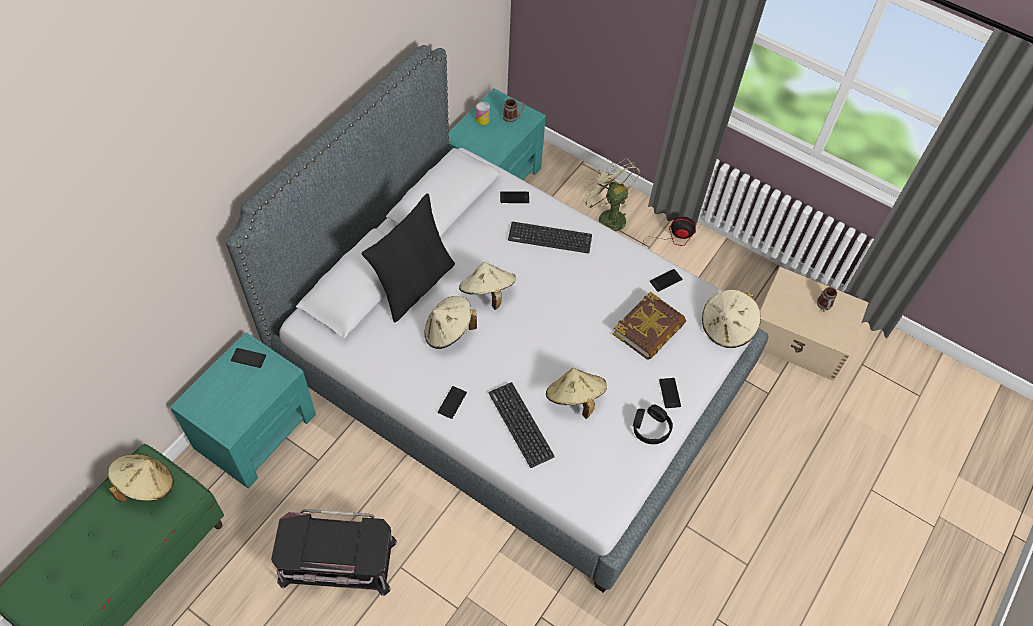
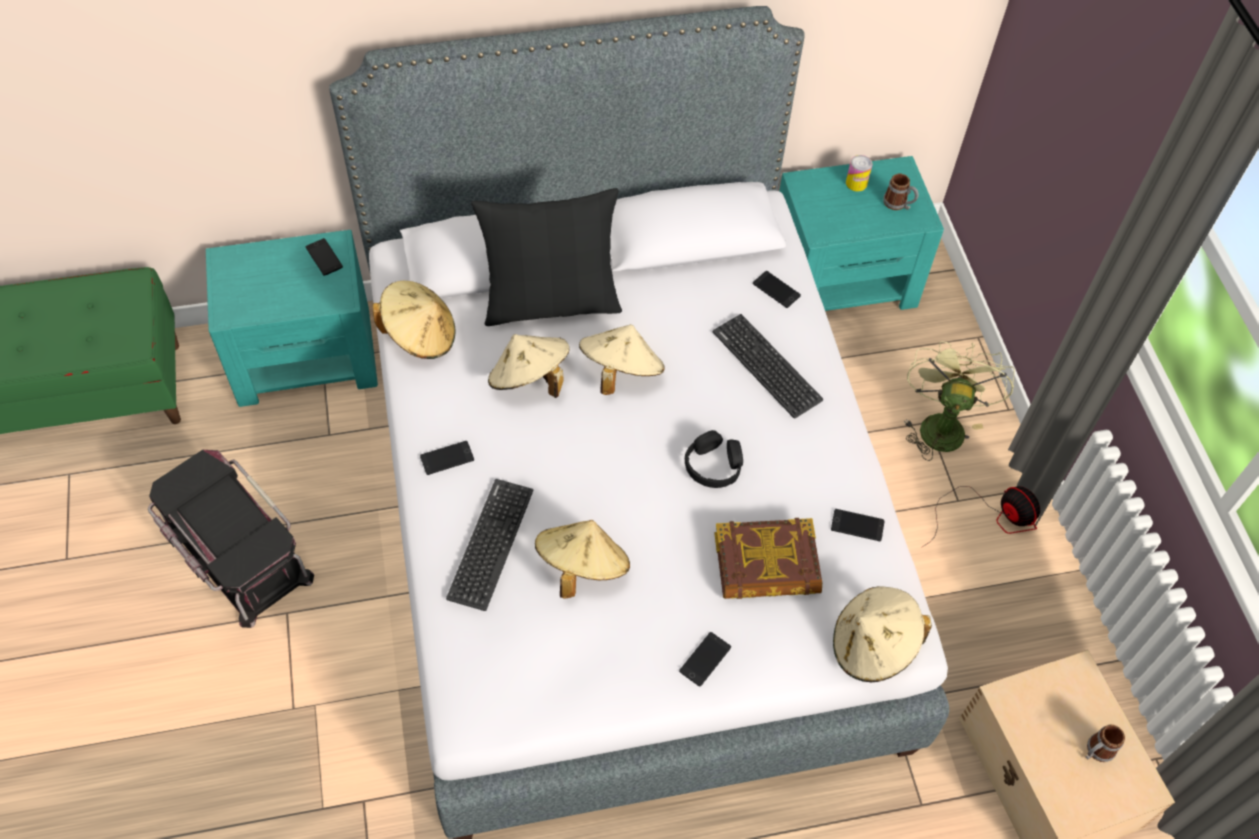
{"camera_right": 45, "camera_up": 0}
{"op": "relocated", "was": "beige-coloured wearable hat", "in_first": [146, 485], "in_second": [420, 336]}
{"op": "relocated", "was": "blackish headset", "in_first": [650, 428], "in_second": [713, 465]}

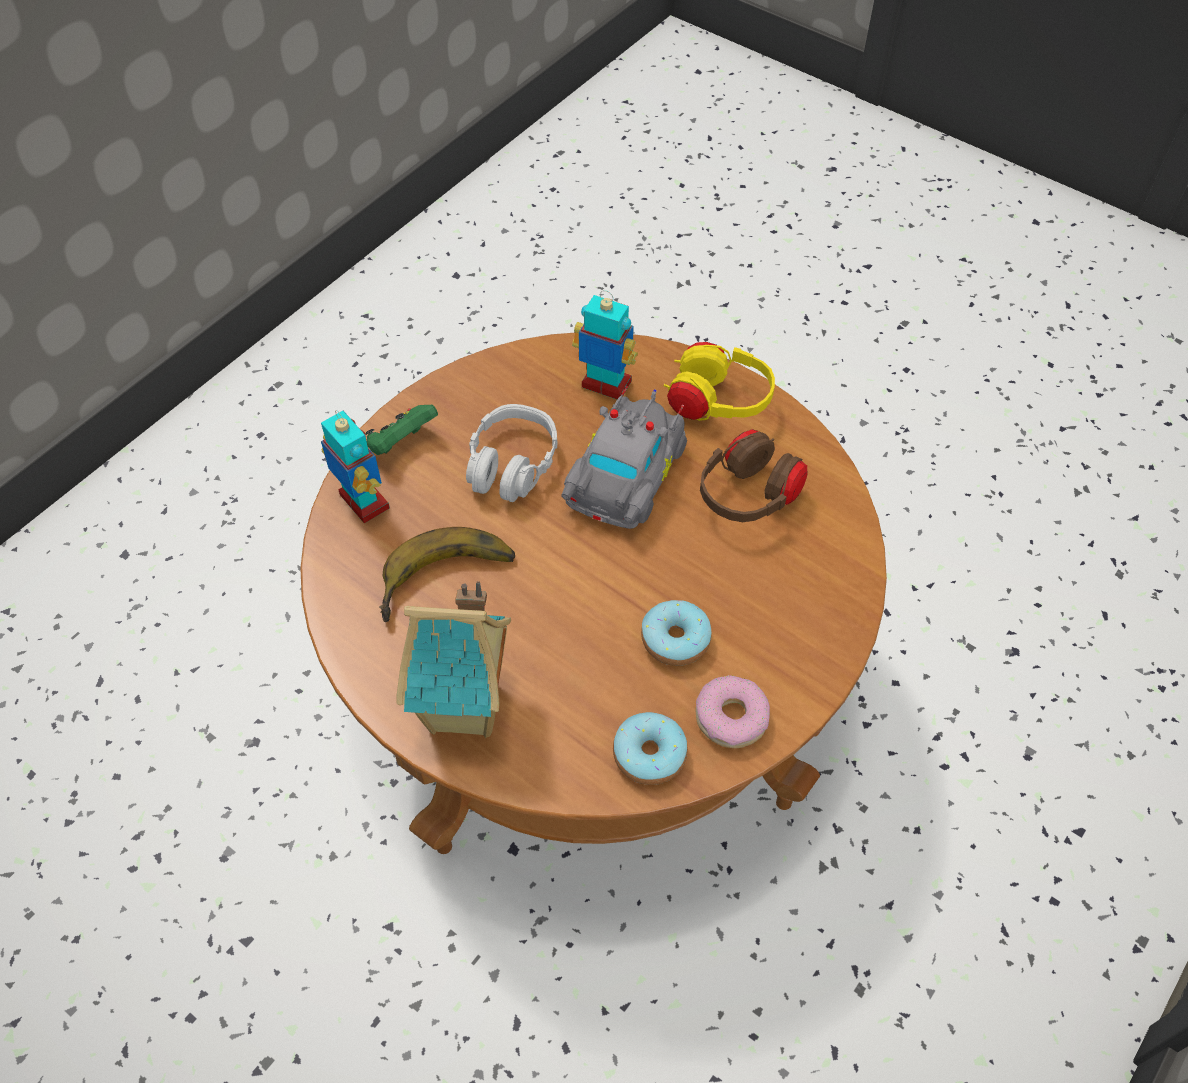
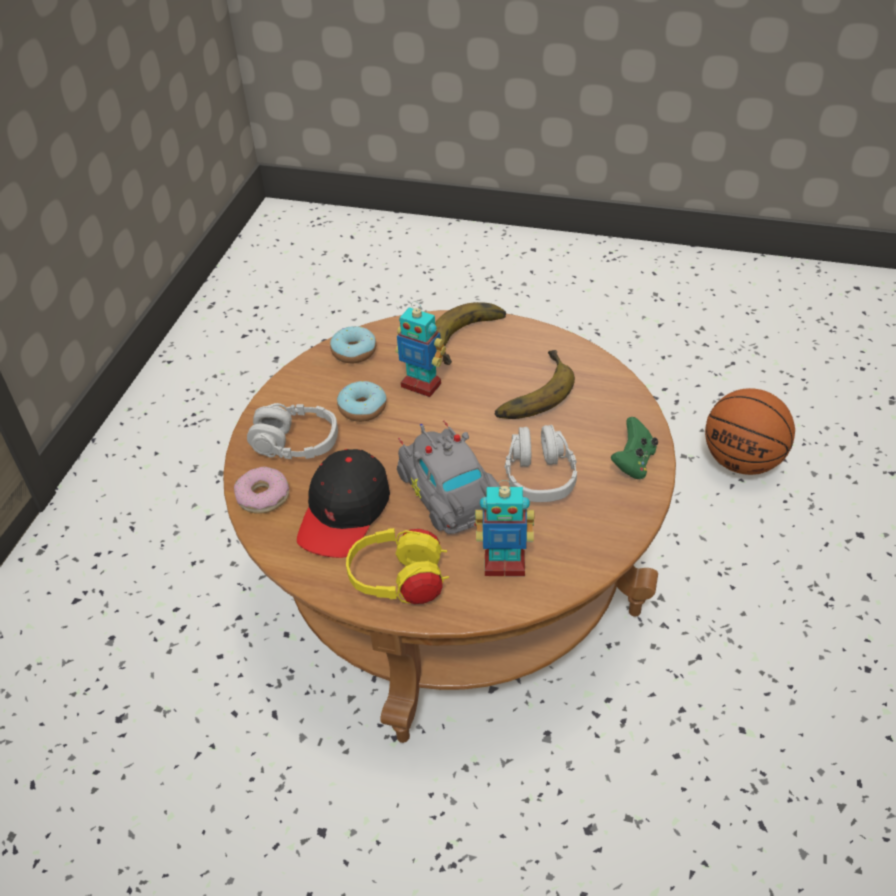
{"camera_right": 160, "camera_up": -10}
{"op": "relocated", "was": "toy robot", "in_first": [363, 502], "in_second": [421, 385]}
{"op": "exchanged", "was": "miniature house", "now": "whole banana", "in_first": [466, 709], "in_second": [472, 338]}
{"op": "spun", "was": "grey miniature car", "in_first": [622, 477], "in_second": [449, 495], "clockwise": 150}
{"op": "relocated", "was": "ring doughnut", "in_first": [731, 717], "in_second": [263, 496]}
{"op": "exchanged", "was": "brown headset", "now": "blackish peaked cap", "in_first": [748, 497], "in_second": [344, 513]}
{"op": "appeared", "now": "grey headset", "in_second": [295, 443]}
{"op": "appeared", "now": "basketball ball", "in_second": [742, 461]}

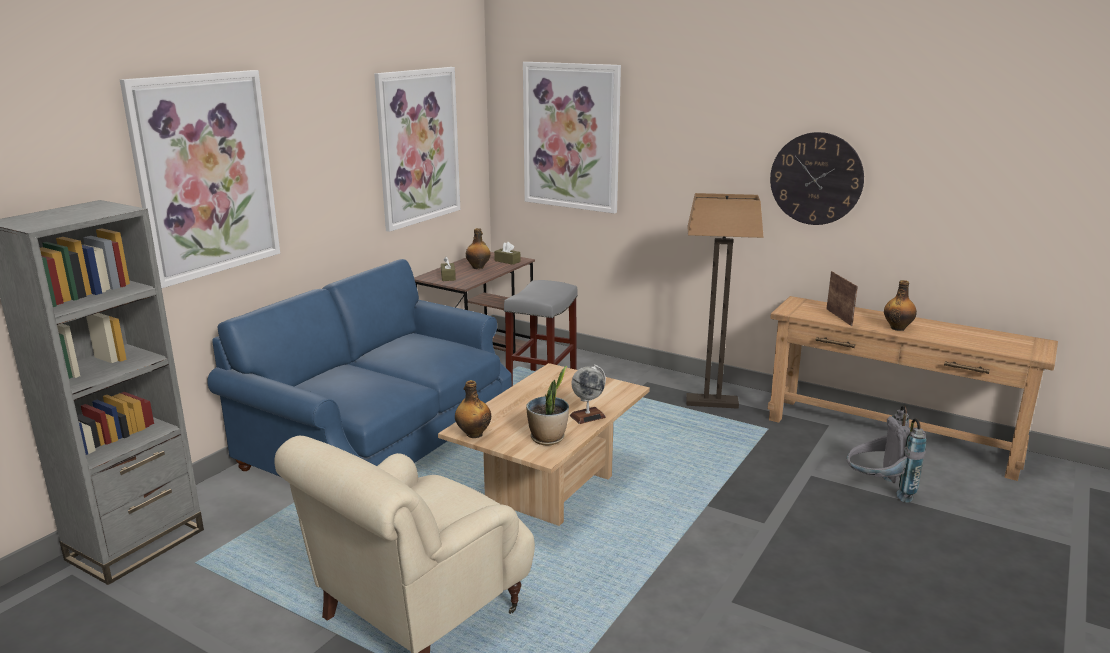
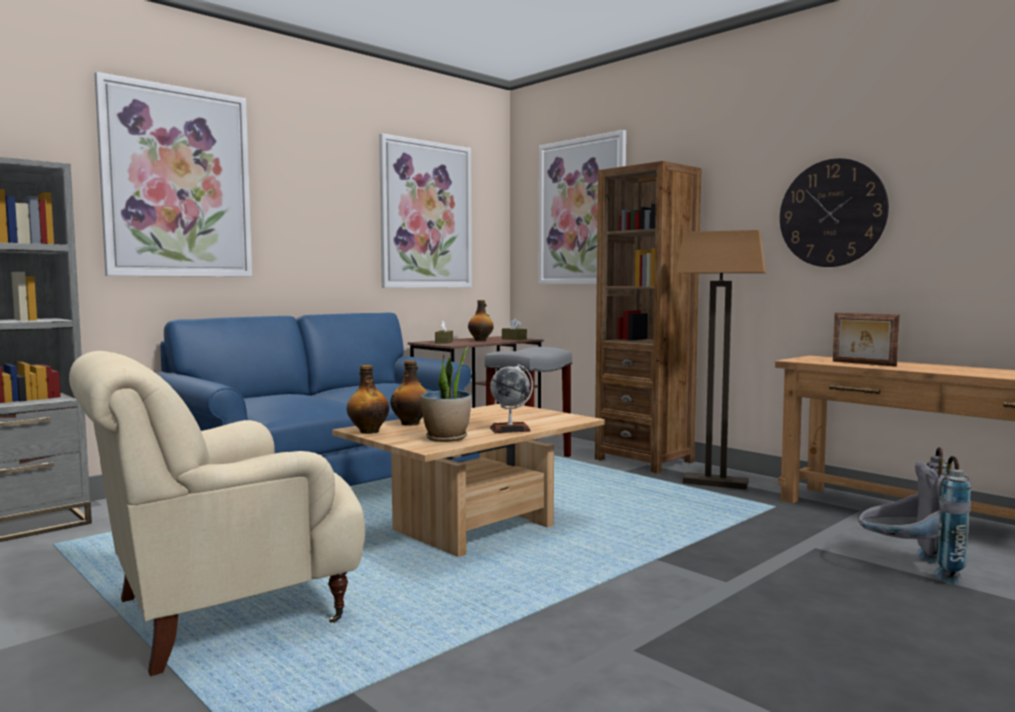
{"camera_right": 15, "camera_up": -15}
{"op": "spun", "was": "standing frame", "in_first": [839, 317], "in_second": [863, 363], "clockwise": 135}
{"op": "relocated", "was": "beverage bottle", "in_first": [897, 328], "in_second": [411, 423]}
{"op": "appeared", "now": "brown bookshelf", "in_second": [644, 460]}

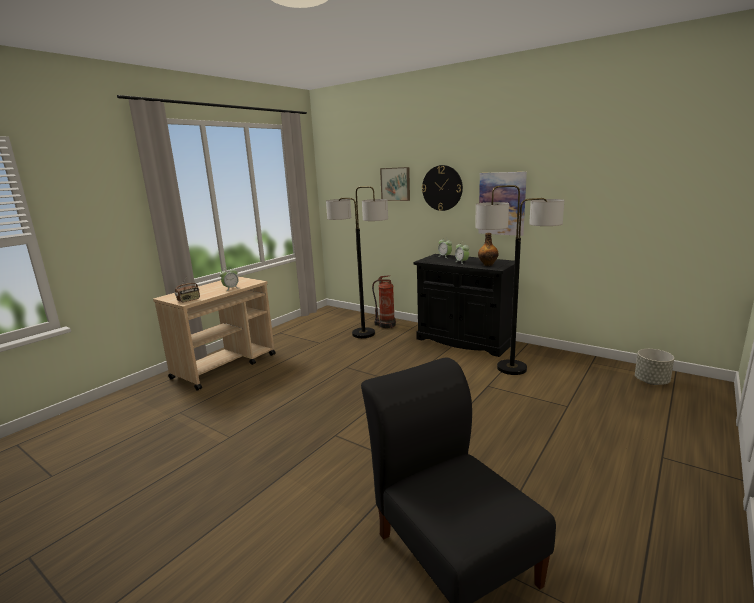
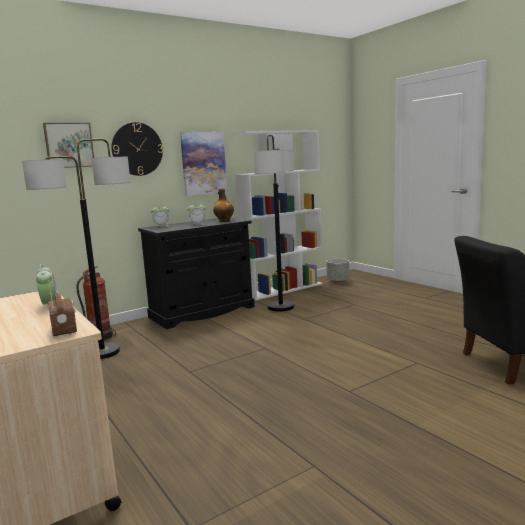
{"camera_right": -70, "camera_up": -5}
{"op": "appeared", "now": "whitish bookshelf", "in_second": [283, 289]}

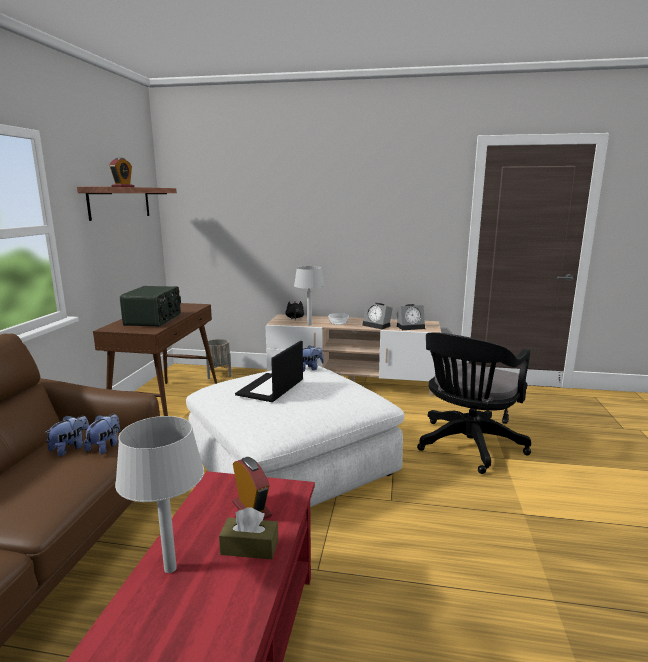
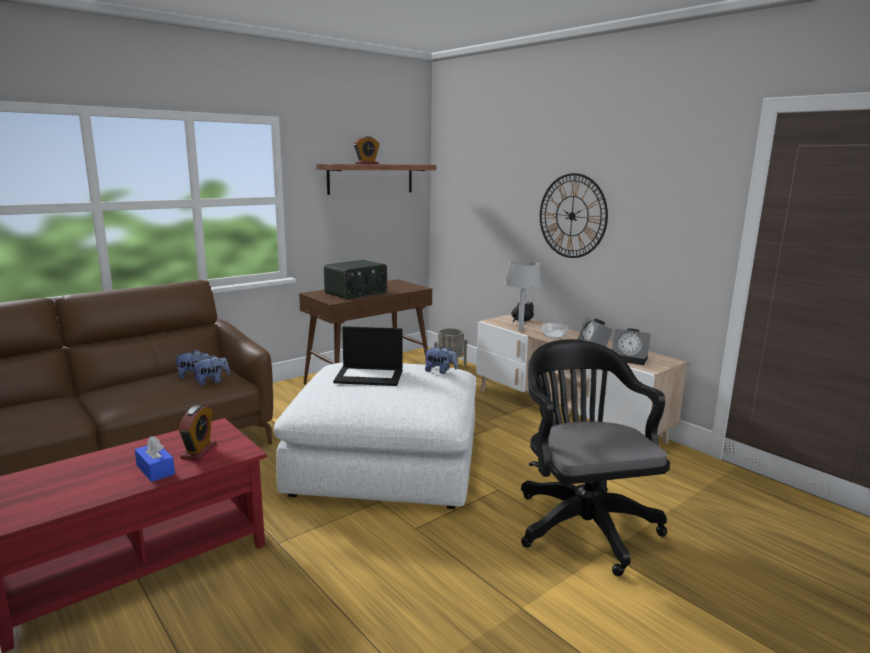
{"camera_right": 40, "camera_up": 0}
{"op": "missing", "was": "grey table lamp", "in_first": [169, 568]}
{"op": "colour", "was": "brown box of tissues", "now": "blue-coloured box of tissues", "in_first": [249, 547], "in_second": [155, 470]}
{"op": "spun", "was": "laptop", "in_first": [270, 388], "in_second": [370, 376], "clockwise": -150}
{"op": "spun", "was": "blackish desk chair", "in_first": [467, 447], "in_second": [581, 522], "clockwise": 90}
{"op": "appeared", "now": "clock on the wall", "in_second": [572, 216]}

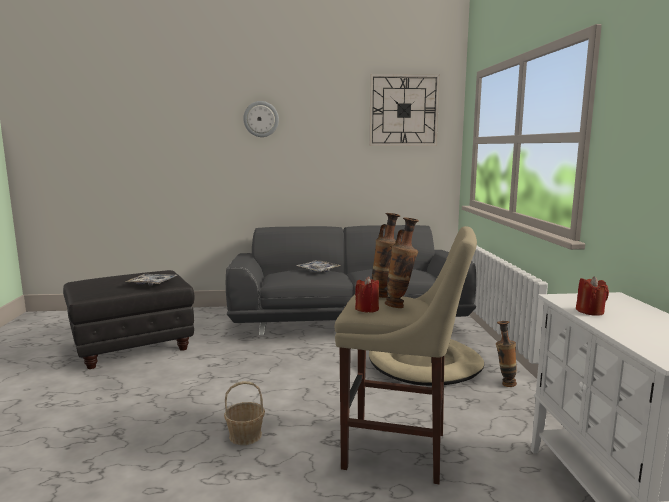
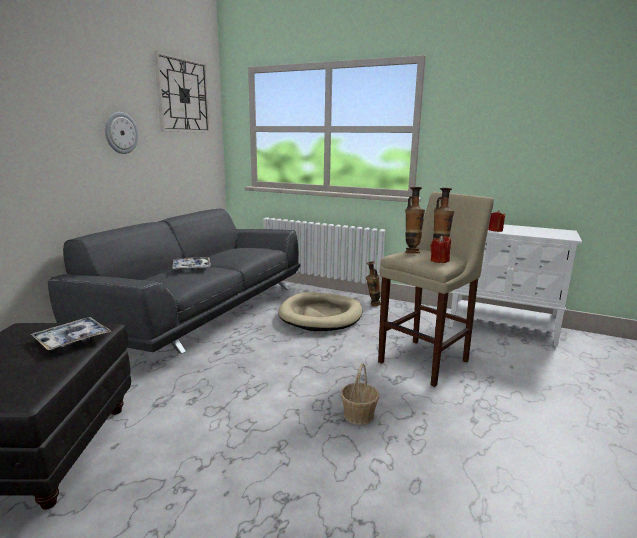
{"camera_right": -60, "camera_up": 5}
{"op": "relocated", "was": "clock on the wall", "in_first": [261, 119], "in_second": [121, 133]}

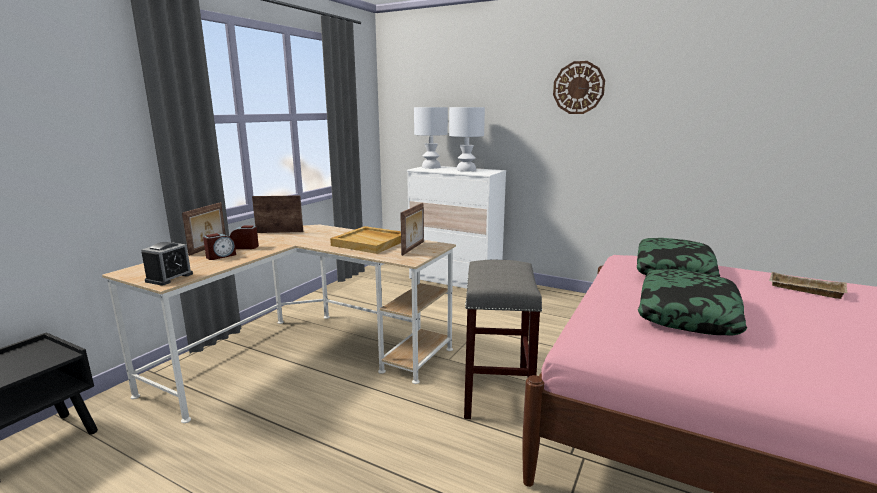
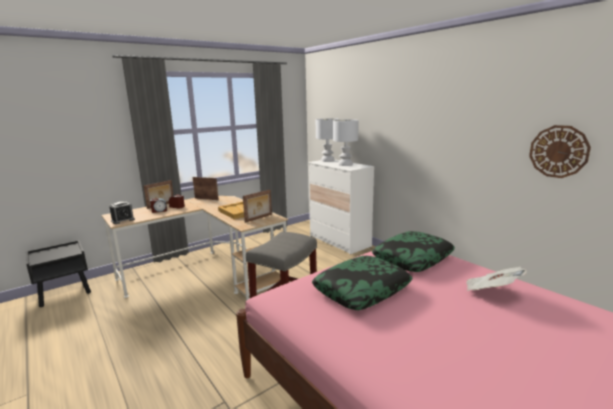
{"camera_right": 25, "camera_up": 0}
{"op": "relocated", "was": "clock on the wall", "in_first": [578, 88], "in_second": [558, 151]}
{"op": "exchanged", "was": "beige-coloured serving tray", "now": "newspaper", "in_first": [804, 289], "in_second": [491, 291]}

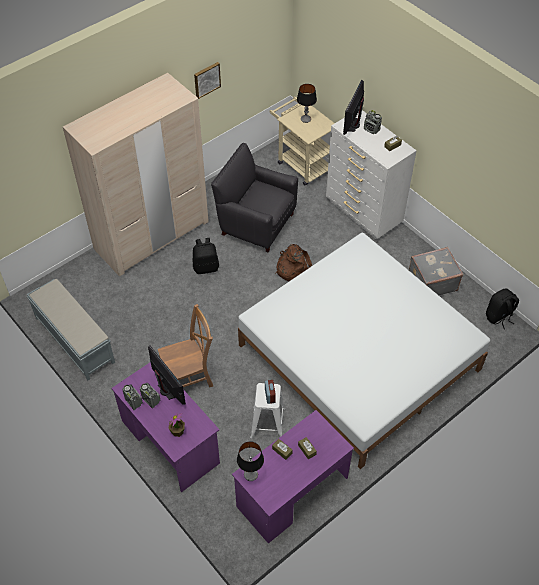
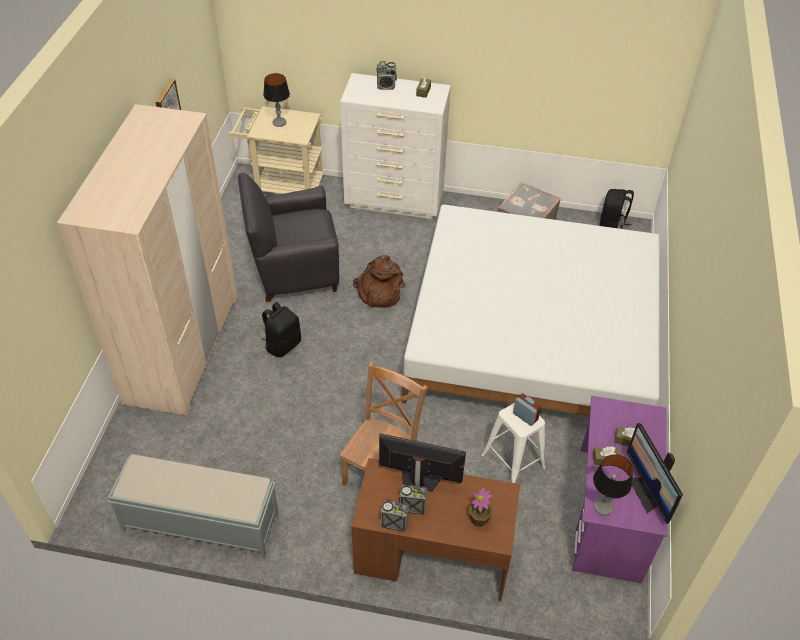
{"camera_right": -40, "camera_up": -5}
{"op": "colour", "was": "purplish desk", "now": "brown desk", "in_first": [170, 441], "in_second": [432, 555]}
{"op": "relocated", "was": "computer display", "in_first": [353, 125], "in_second": [647, 492]}

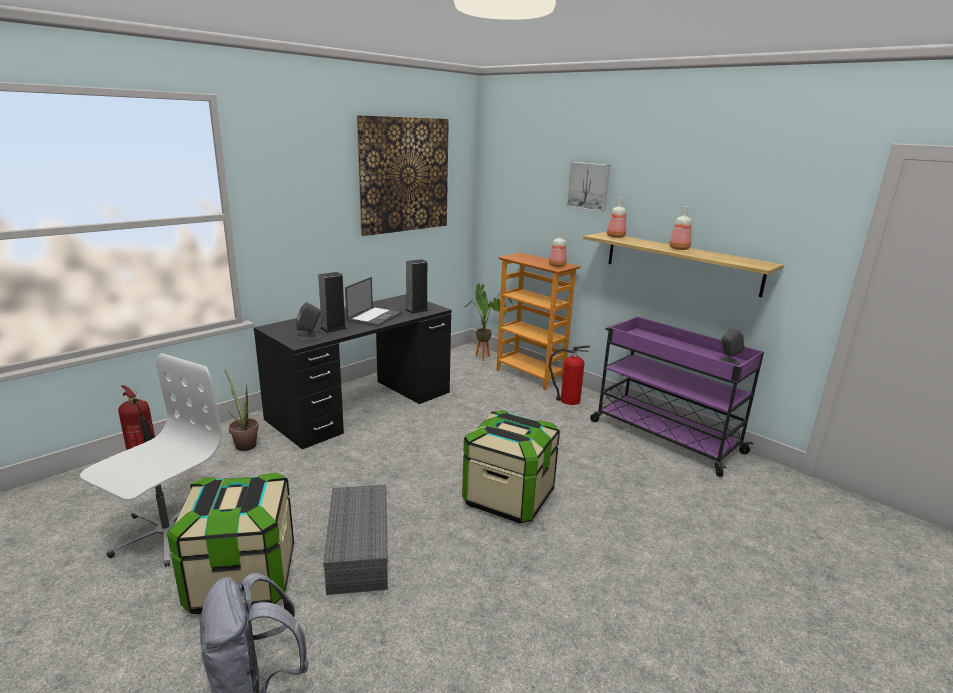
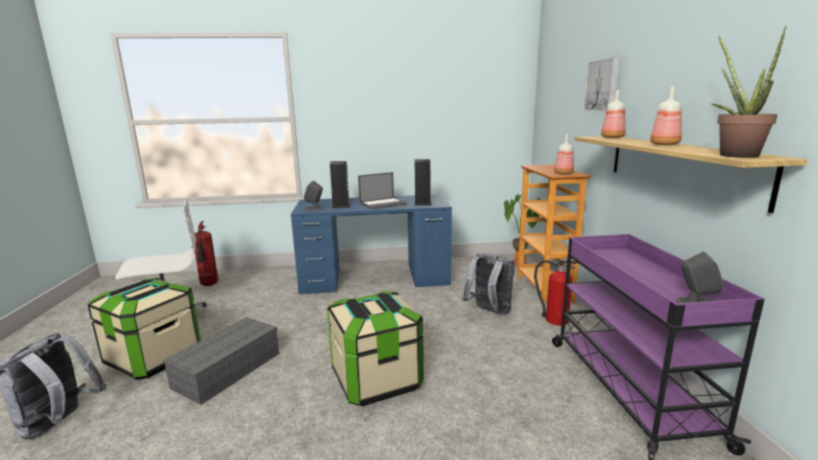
{"camera_right": 40, "camera_up": -5}
{"op": "relocated", "was": "plant in a pot", "in_first": [244, 444], "in_second": [733, 155]}
{"op": "colour", "was": "blackish desk", "now": "blue-coloured desk", "in_first": [363, 405], "in_second": [375, 277]}
{"op": "missing", "was": "wall picture", "in_first": [404, 175]}
{"op": "appeared", "now": "grey backpack", "in_second": [489, 312]}

